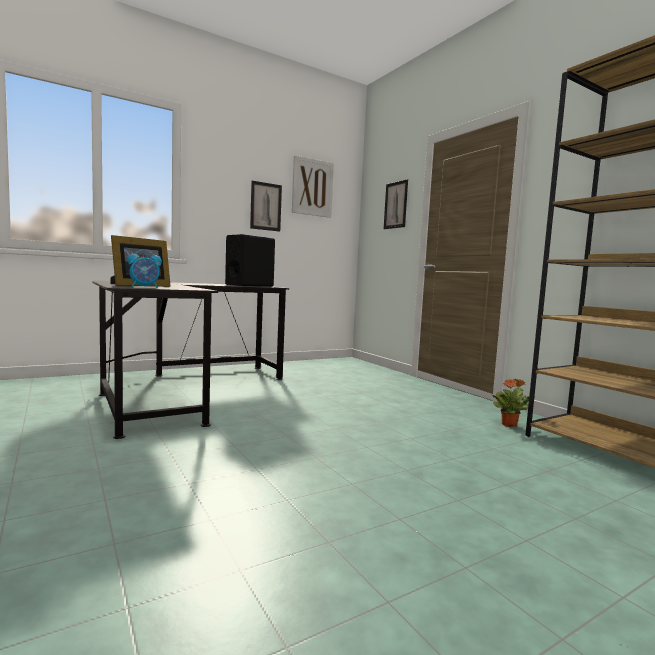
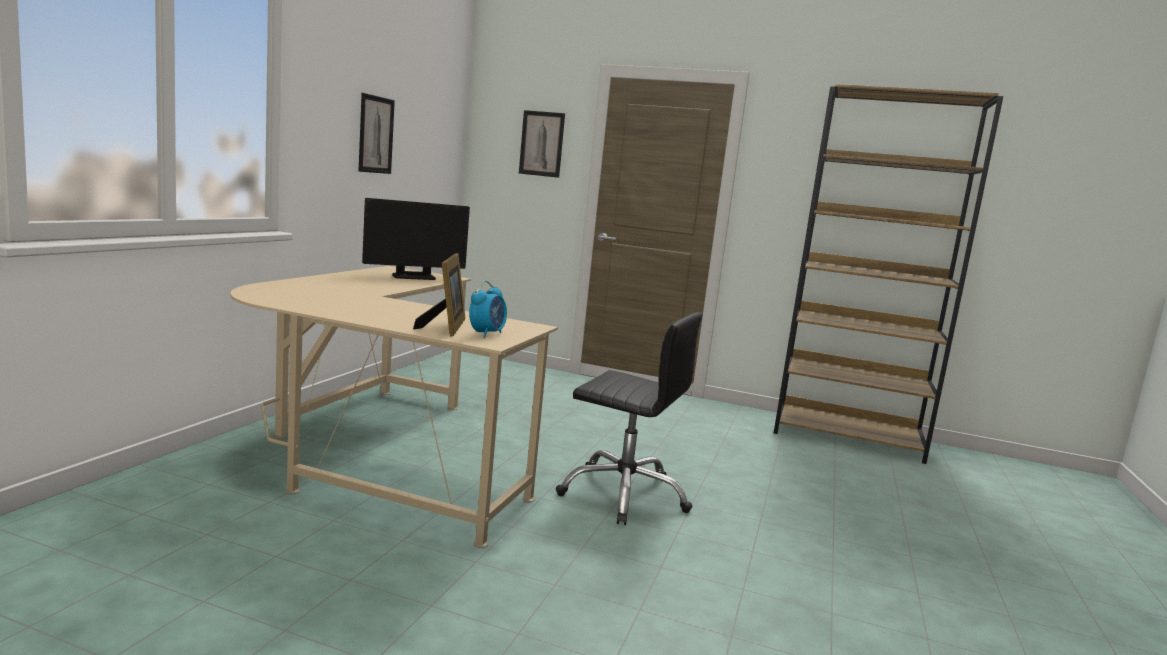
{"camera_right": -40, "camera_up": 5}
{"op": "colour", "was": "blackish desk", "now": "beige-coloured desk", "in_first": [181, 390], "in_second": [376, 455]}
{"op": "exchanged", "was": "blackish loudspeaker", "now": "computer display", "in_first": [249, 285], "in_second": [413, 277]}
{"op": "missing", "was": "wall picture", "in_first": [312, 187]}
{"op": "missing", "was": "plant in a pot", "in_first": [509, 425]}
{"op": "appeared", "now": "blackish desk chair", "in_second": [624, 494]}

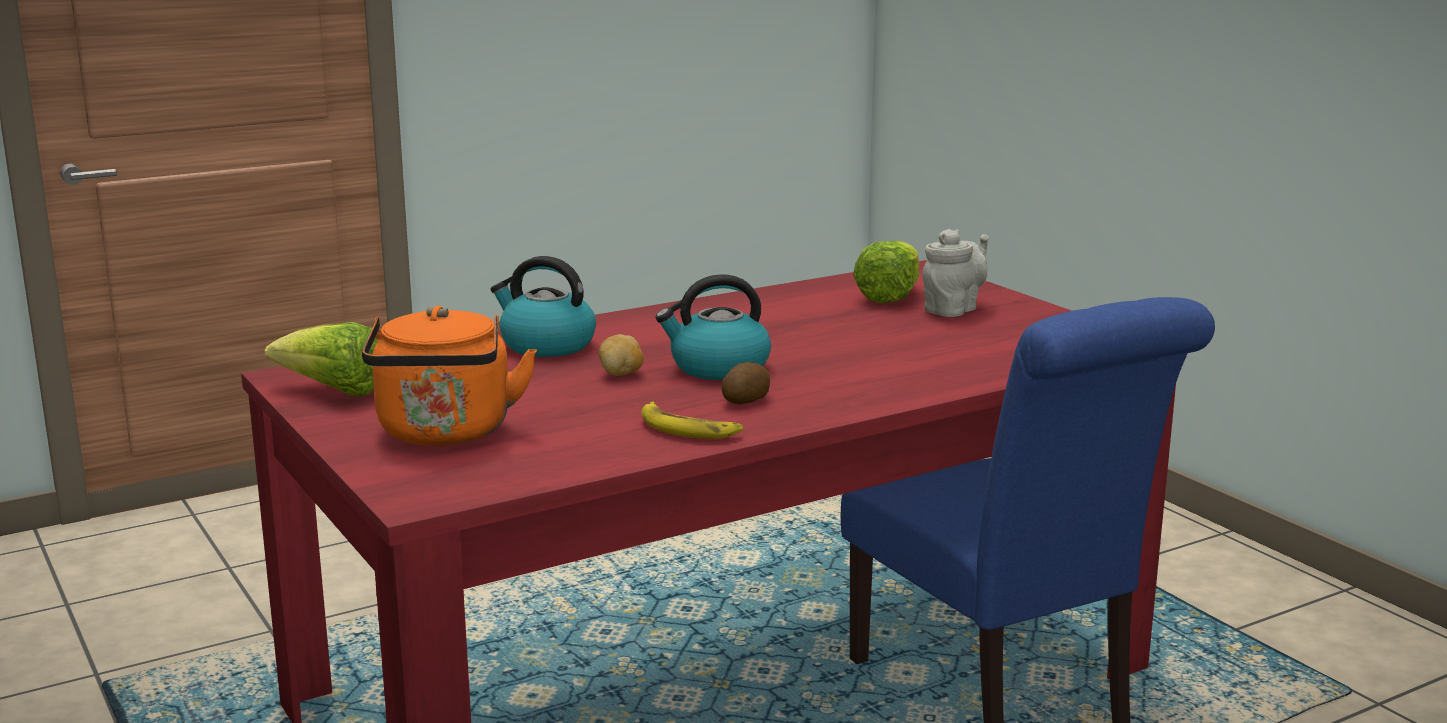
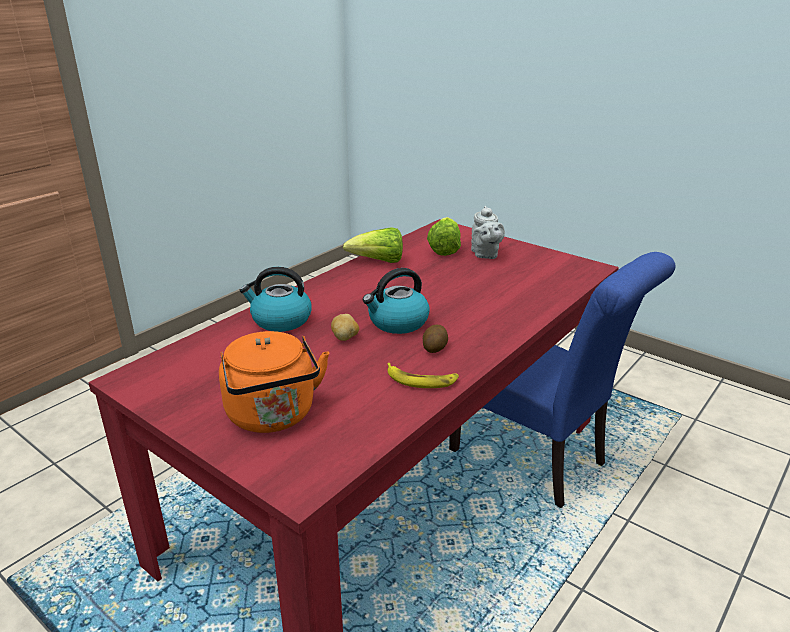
{"camera_right": -20, "camera_up": 10}
{"op": "relocated", "was": "lettuce head", "in_first": [334, 391], "in_second": [378, 262]}
{"op": "spun", "was": "grey pot for tea", "in_first": [953, 309], "in_second": [485, 254], "clockwise": 150}

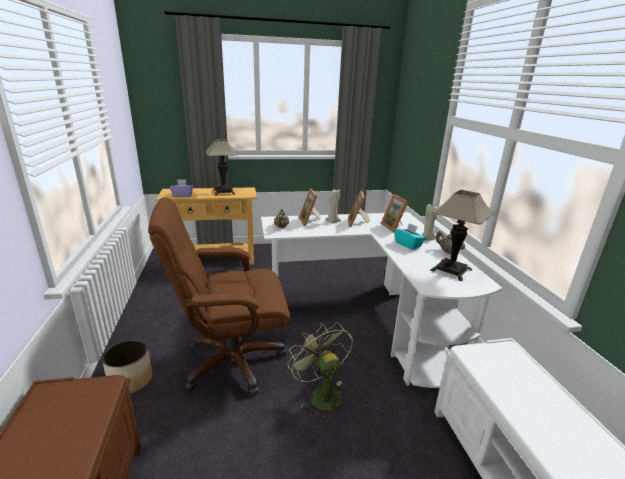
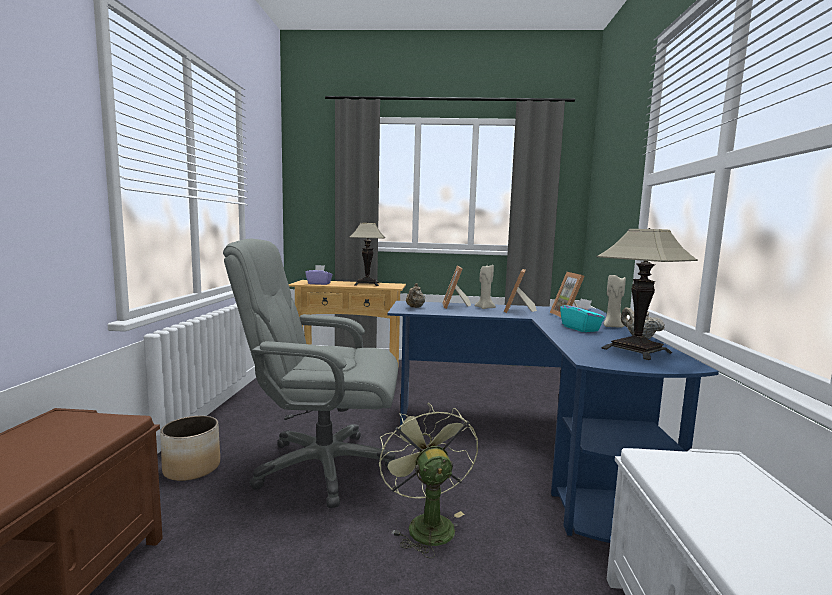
{"camera_right": 15, "camera_up": -15}
{"op": "colour", "was": "brown desk chair", "now": "grey desk chair", "in_first": [232, 360], "in_second": [323, 467]}
{"op": "colour", "was": "whitish desk", "now": "blue-coloured desk", "in_first": [369, 317], "in_second": [531, 446]}

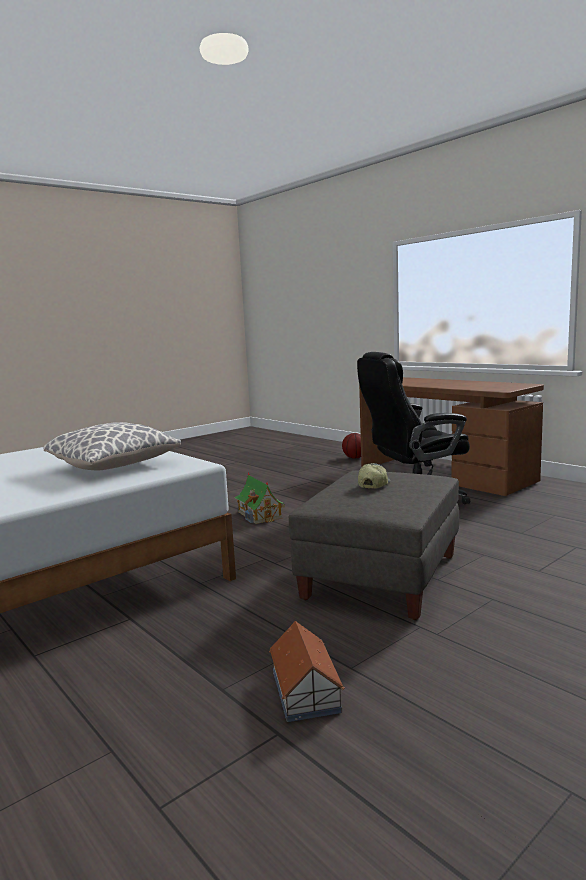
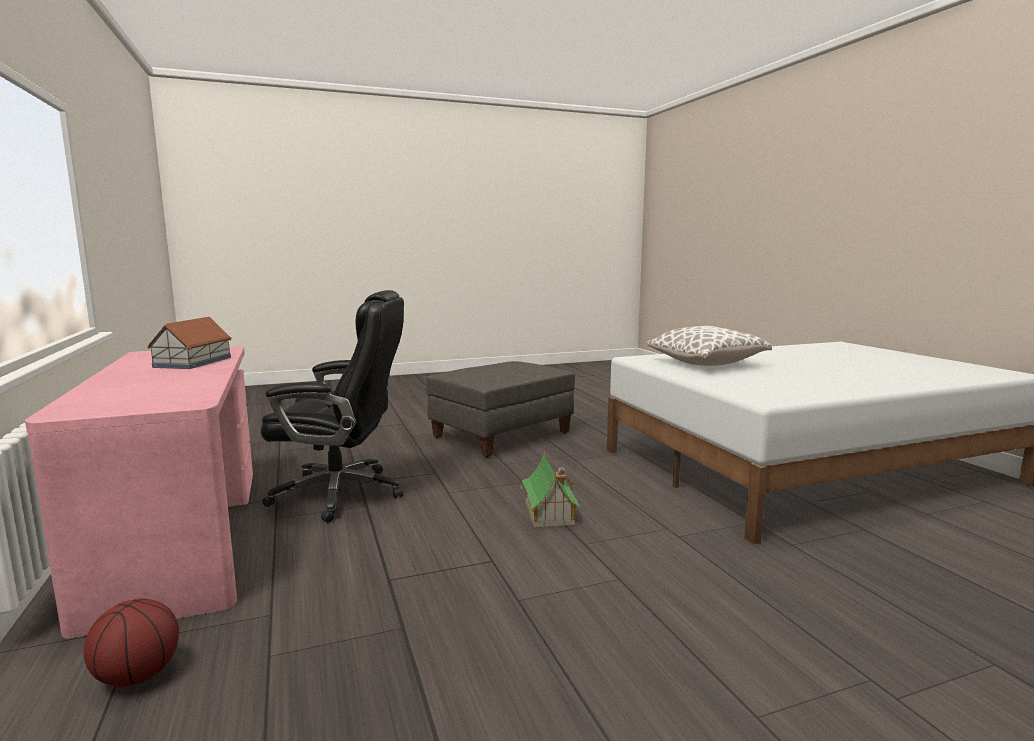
{"camera_right": -160, "camera_up": 0}
{"op": "relocated", "was": "miniature house", "in_first": [306, 690], "in_second": [192, 362]}
{"op": "missing", "was": "peaked cap", "in_first": [373, 484]}
{"op": "colour", "was": "brown desk", "now": "pink-coloured desk", "in_first": [444, 474], "in_second": [181, 536]}

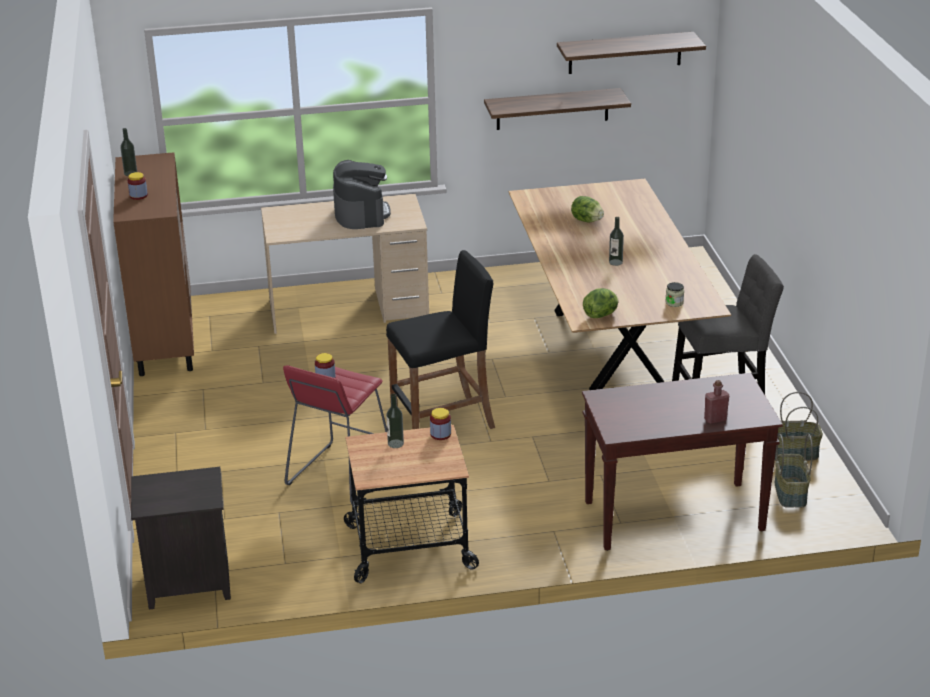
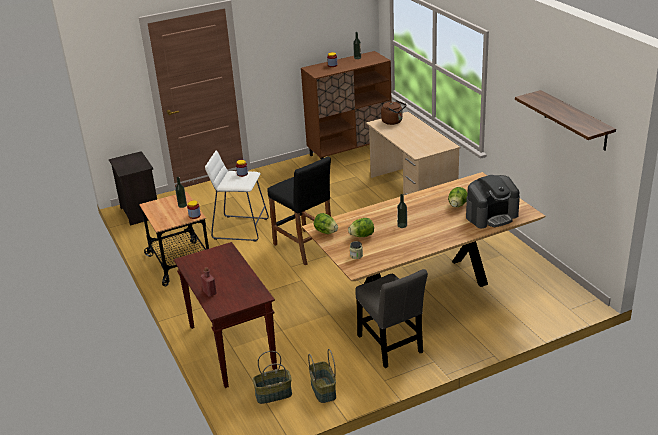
{"camera_right": 75, "camera_up": 0}
{"op": "colour", "was": "red-coloured stool seat", "now": "whitish stool seat", "in_first": [340, 475], "in_second": [240, 228]}
{"op": "relocated", "was": "coffee brewer", "in_first": [361, 213], "in_second": [491, 216]}
{"op": "missing", "was": "bracket shelf", "in_first": [552, 109]}
{"op": "appeared", "now": "lettuce head", "in_second": [362, 236]}
{"op": "appeared", "now": "brown water kettle", "in_second": [393, 121]}

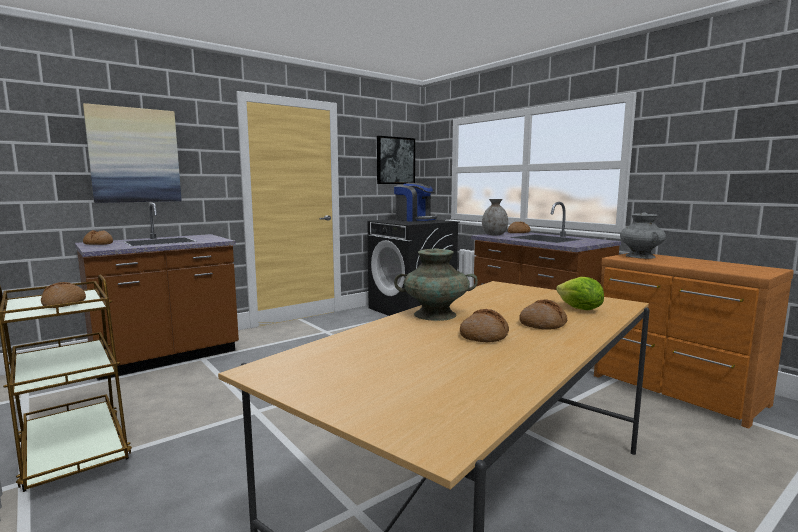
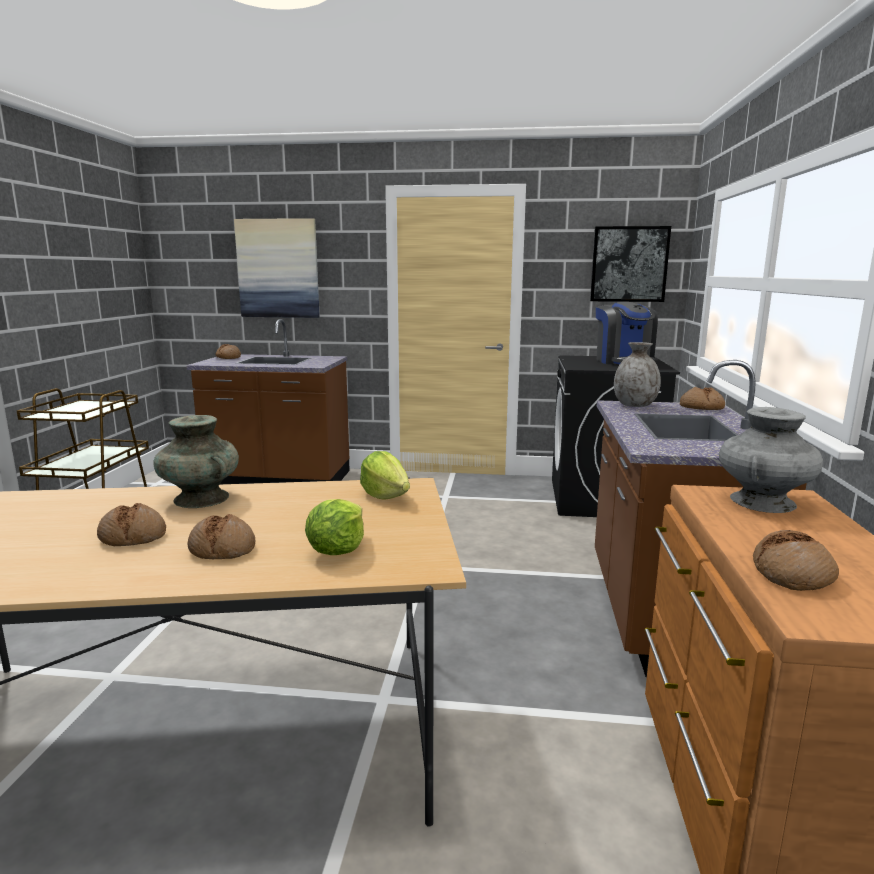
{"camera_right": 45, "camera_up": 5}
{"op": "relocated", "was": "bread", "in_first": [64, 303], "in_second": [793, 574]}
{"op": "appeared", "now": "lettuce head", "in_second": [385, 495]}

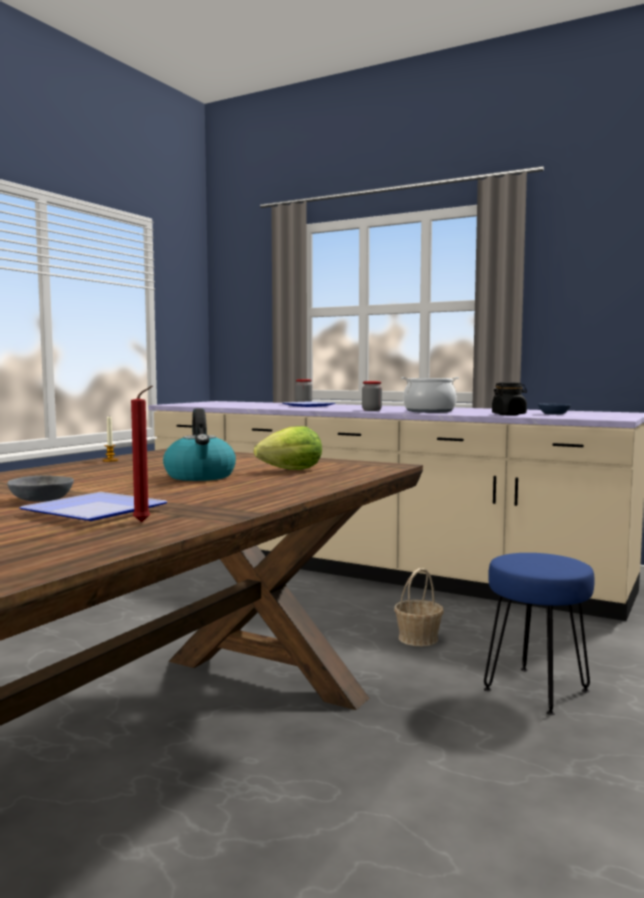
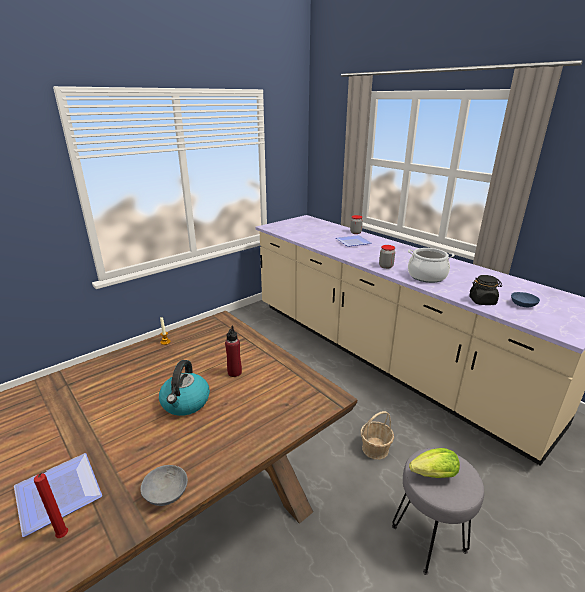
{"camera_right": 20, "camera_up": 20}
{"op": "relocated", "was": "grey deep dish", "in_first": [40, 500], "in_second": [164, 493]}
{"op": "relocated", "was": "lettuce head", "in_first": [287, 470], "in_second": [431, 475]}
{"op": "colour", "was": "blue-coloured stool seat", "now": "grey stool seat", "in_first": [537, 690], "in_second": [429, 539]}
{"op": "appeared", "now": "red-coloured beverage bottle", "in_second": [234, 372]}

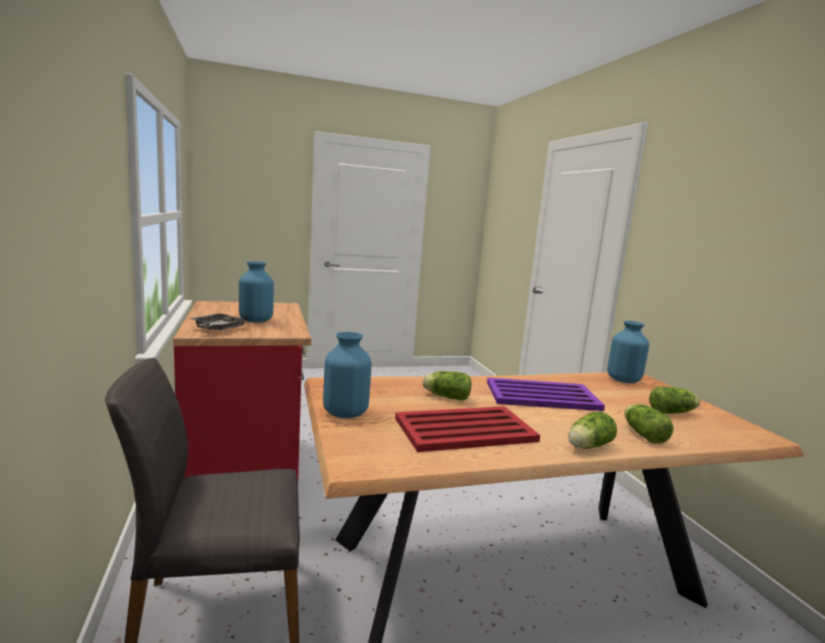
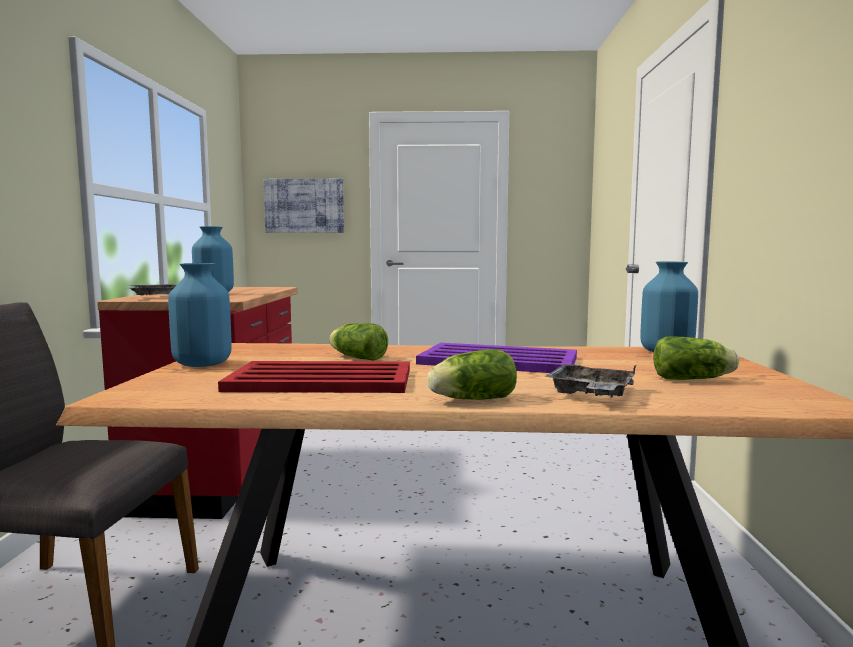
{"camera_right": 20, "camera_up": -5}
{"op": "exchanged", "was": "lettuce head", "now": "grey serving tray", "in_first": [642, 434], "in_second": [591, 394]}
{"op": "appeared", "now": "wall picture", "in_second": [304, 206]}

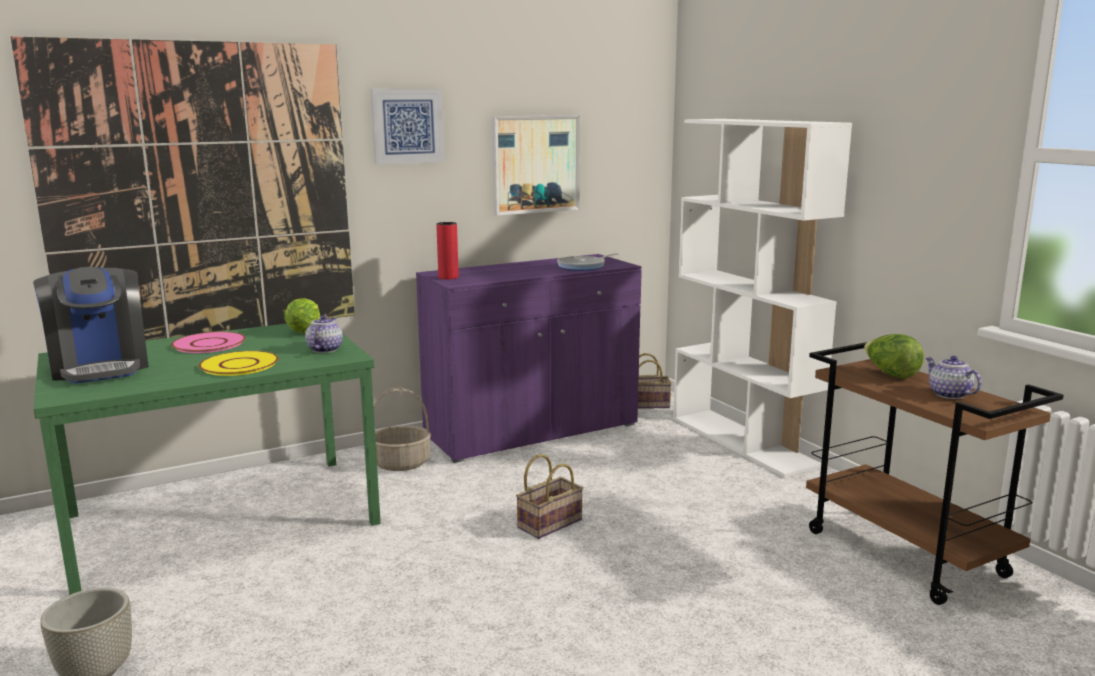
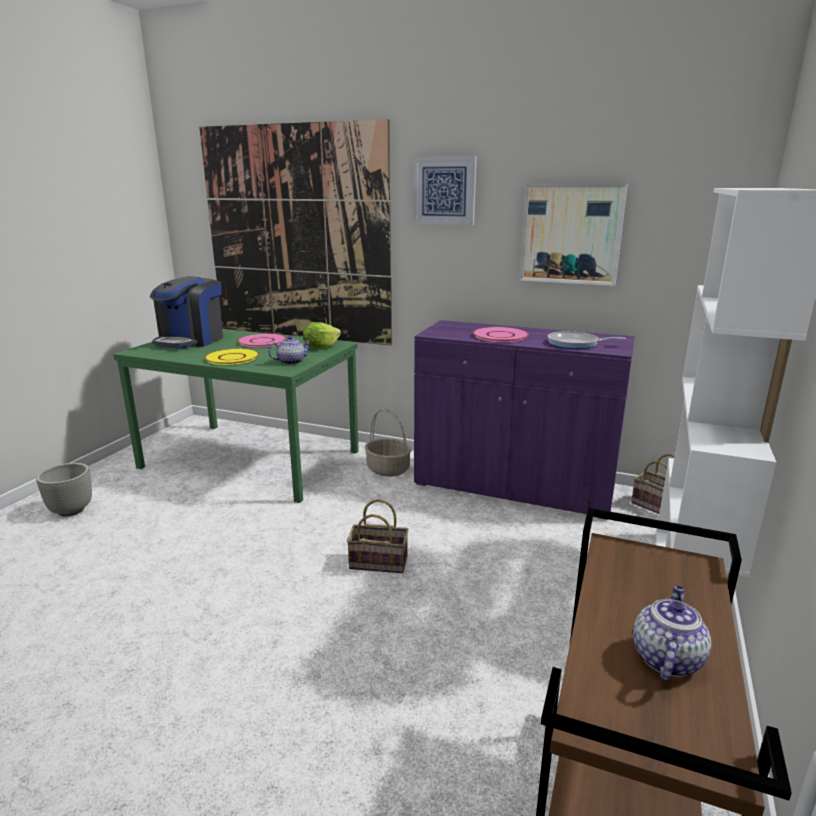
{"camera_right": 50, "camera_up": 5}
{"op": "missing", "was": "red-coloured flower vase", "in_first": [448, 277]}
{"op": "missing", "was": "lettuce head", "in_first": [890, 374]}
{"op": "appeared", "now": "pink-coloured flat dish", "in_second": [500, 336]}

